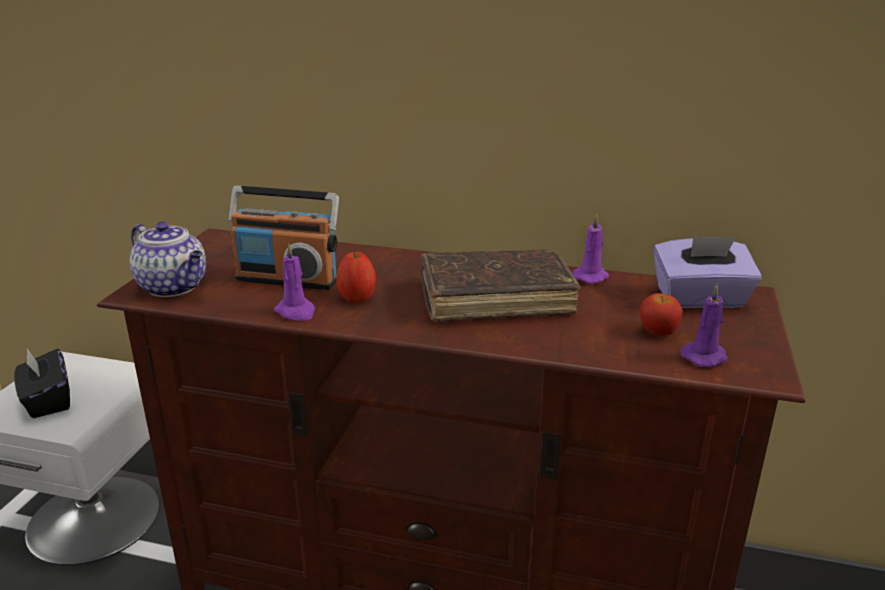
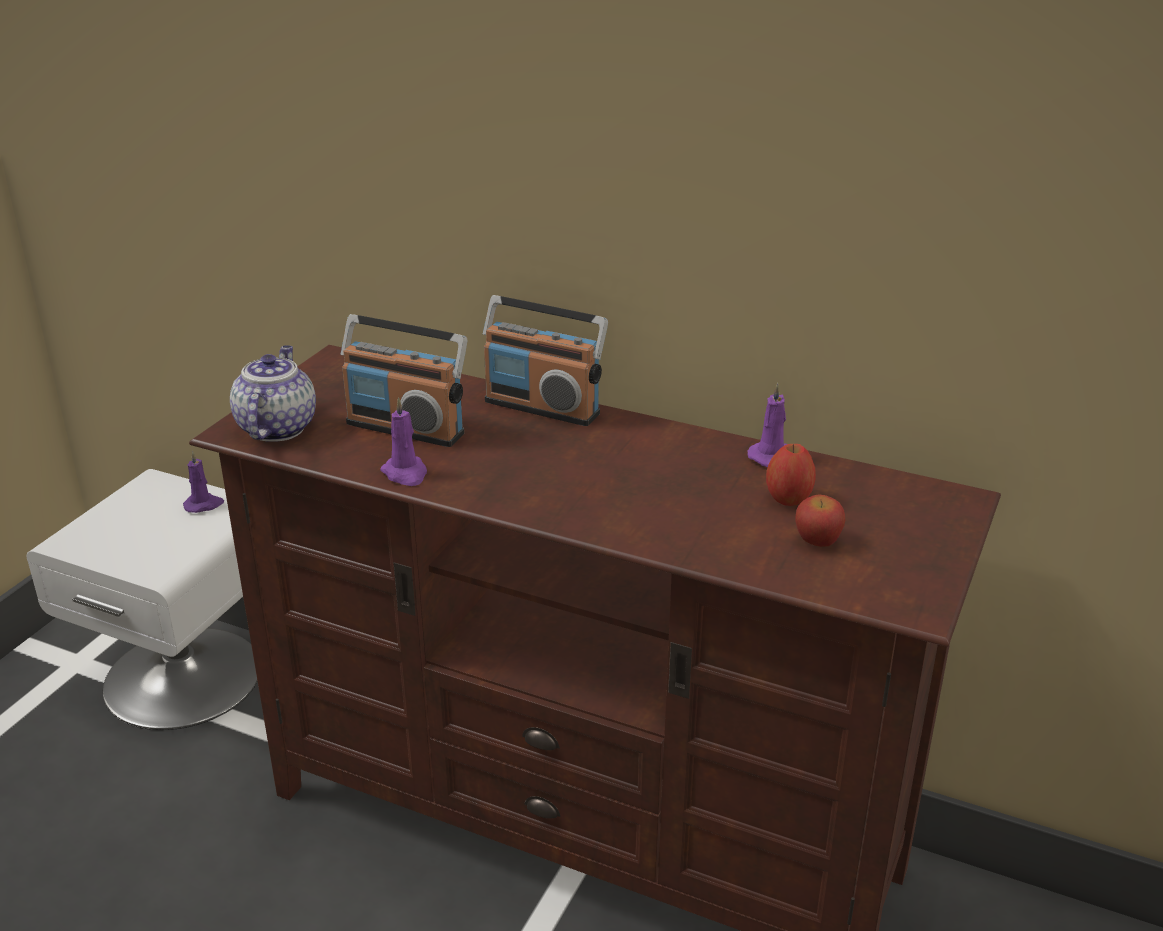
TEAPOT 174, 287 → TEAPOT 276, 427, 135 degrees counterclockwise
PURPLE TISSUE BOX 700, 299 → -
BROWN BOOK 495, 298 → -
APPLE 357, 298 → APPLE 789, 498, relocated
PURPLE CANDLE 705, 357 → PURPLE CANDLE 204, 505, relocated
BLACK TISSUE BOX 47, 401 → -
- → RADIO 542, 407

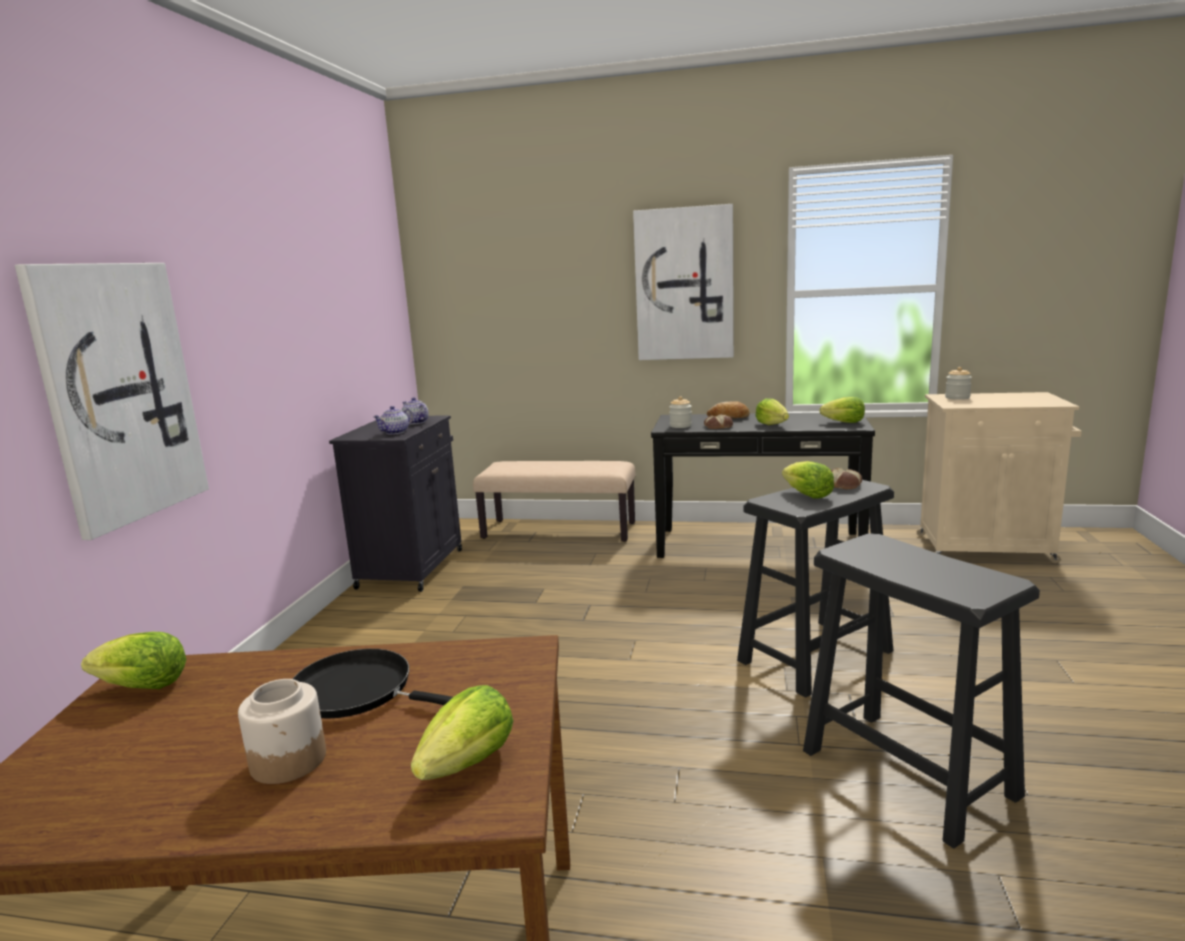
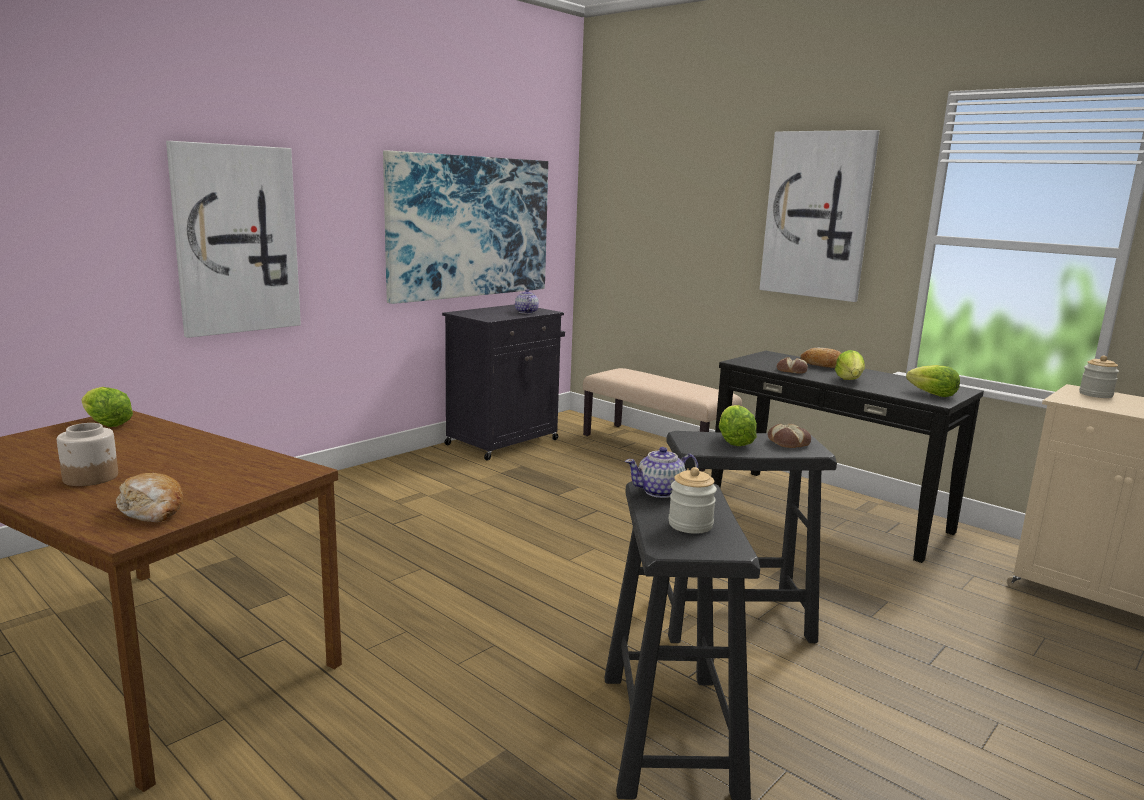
JAR 680, 426 → JAR 690, 525, relocated
TEAPOT 395, 432 → TEAPOT 661, 492, relocated
BLACK FRYING PAN 360, 692 → -
LETTUCE 469, 763 → BREAD 153, 510
- → PICTURE 470, 227

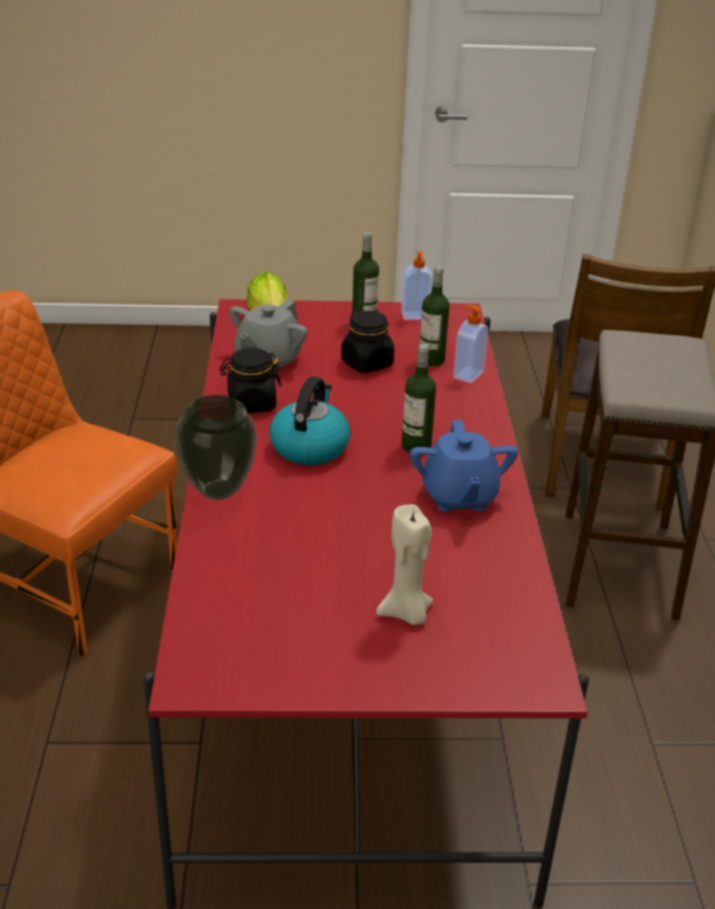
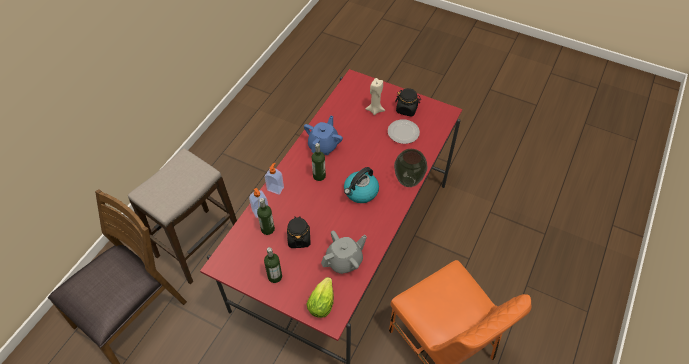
SOAP DISPENSER 415, 316 → SOAP DISPENSER 275, 188, relocated
BLACK JAR 251, 403 → BLACK JAR 407, 109, relocated
- → PLATE 403, 133

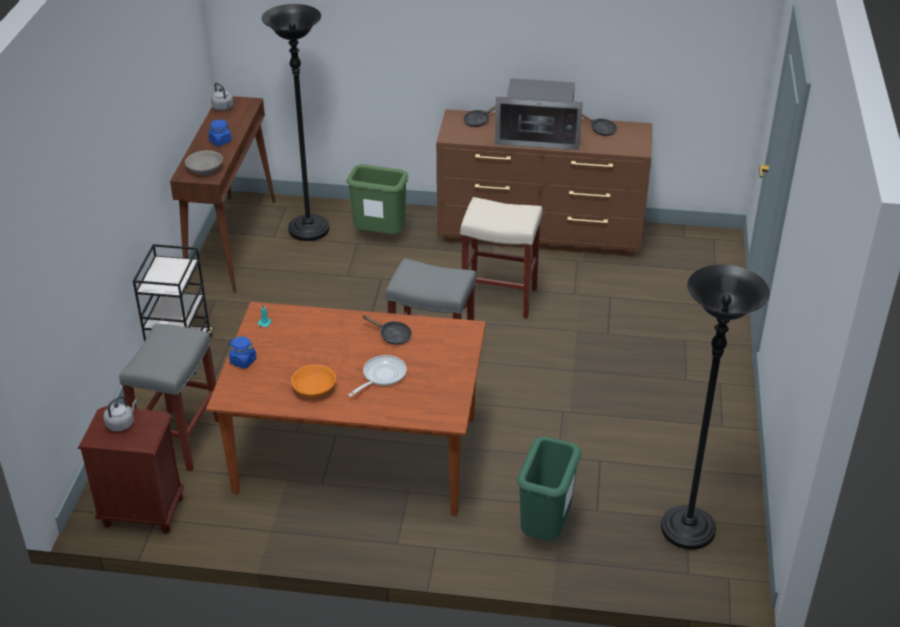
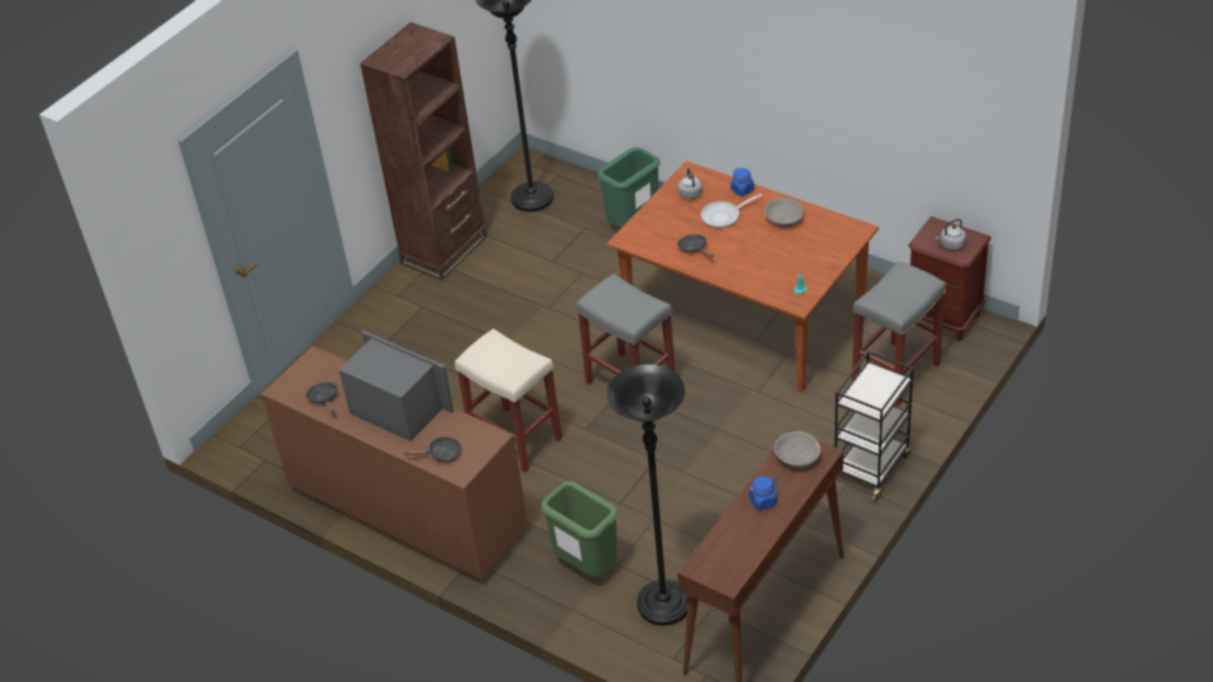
GREY KETTLE 223, 108 → GREY KETTLE 690, 193, relocated
BLUE JAR 243, 361 → BLUE JAR 742, 190, relocated
ORANGE BOWL 314, 389 → GREY BOWL 784, 219
- → BROWN BOOKCASE 444, 250

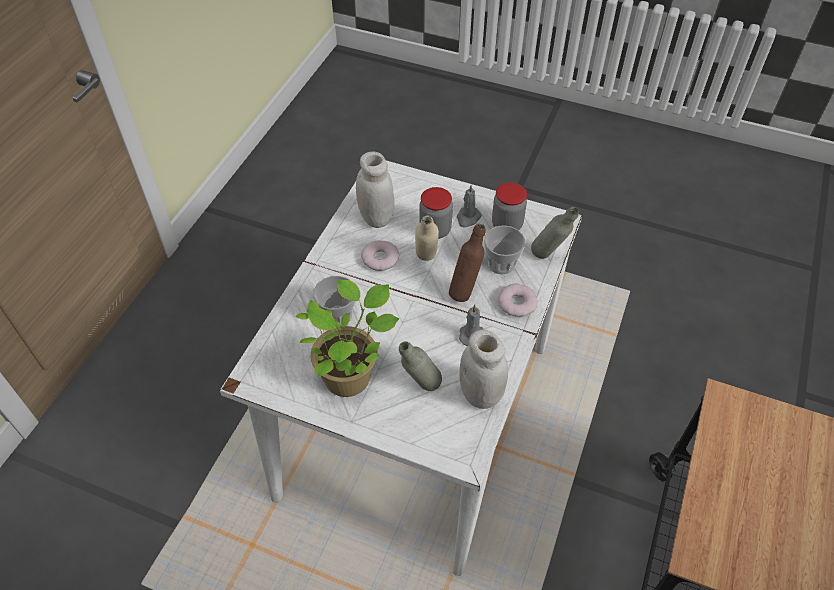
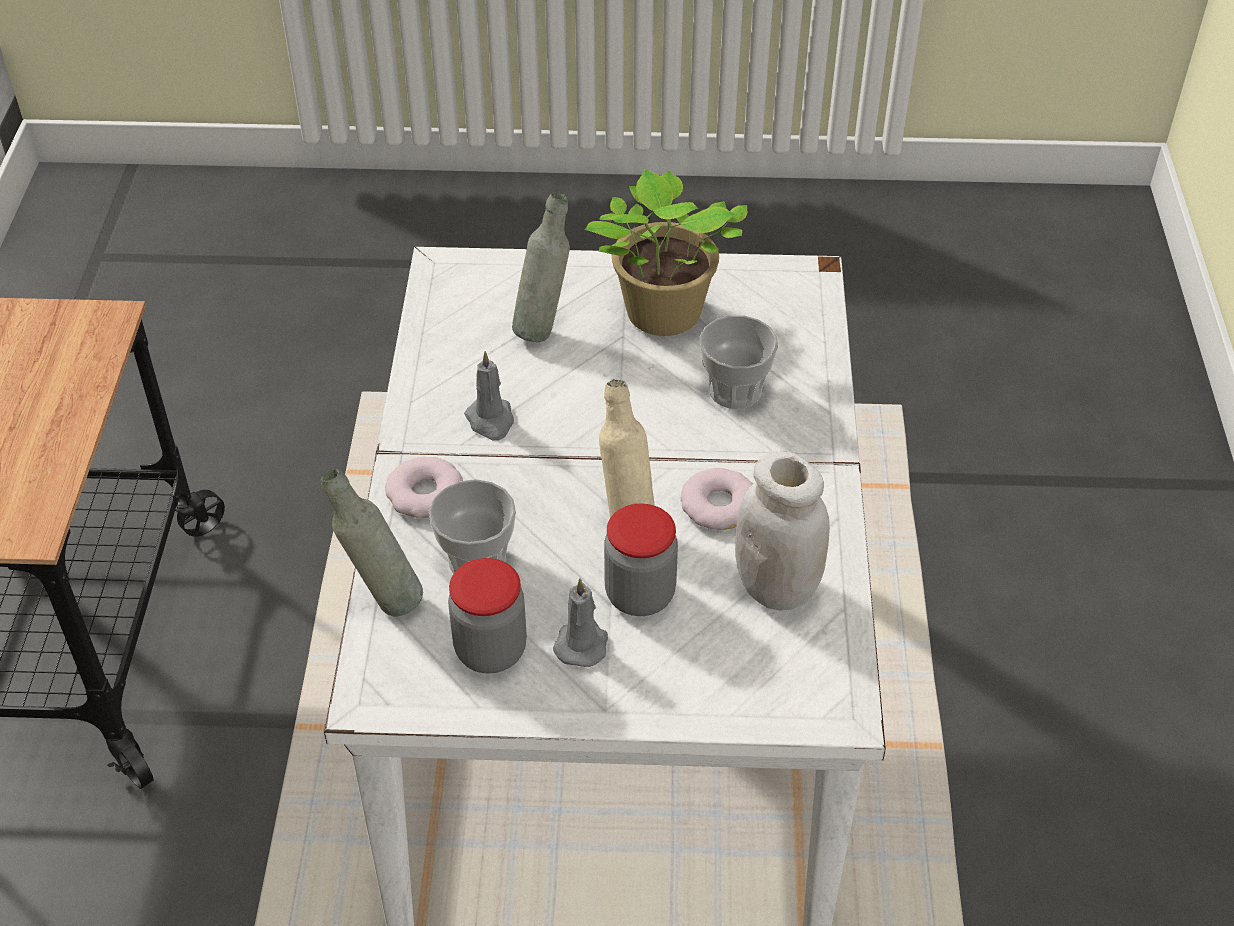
BROWN BOTTLE 465, 291 → -
WHITE JAR 481, 394 → -

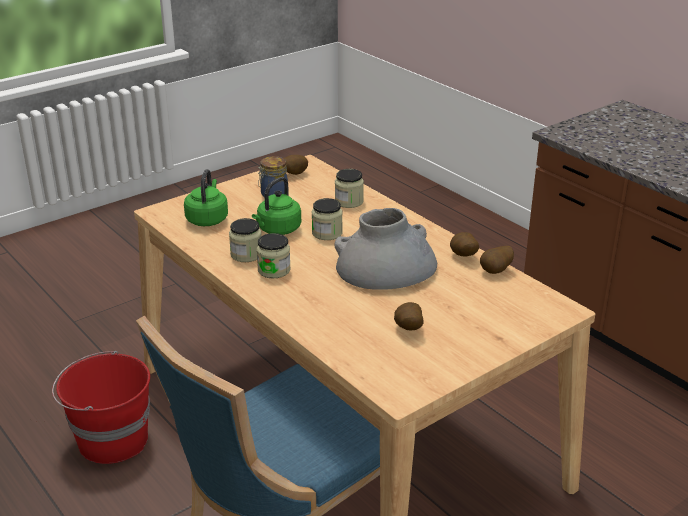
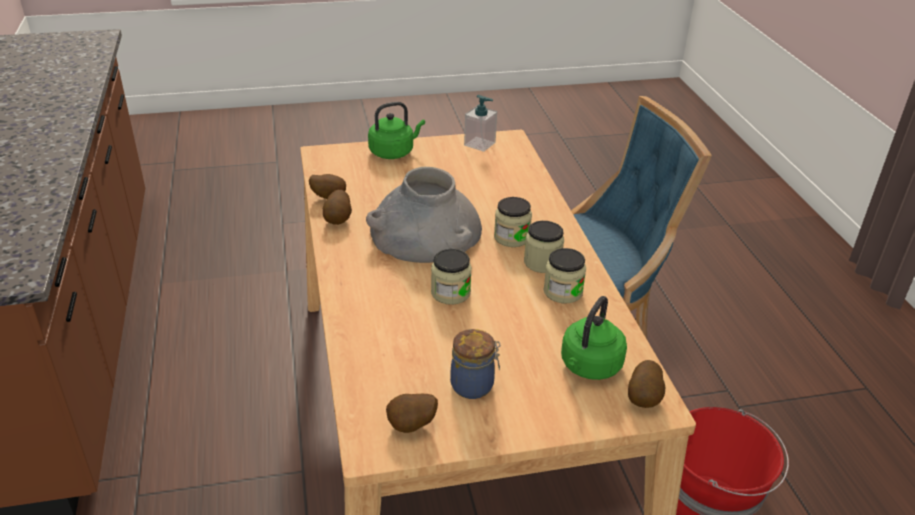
JAR 349, 201 → JAR 511, 237, relocated
GREEN KETTLE 277, 230 → GREEN KETTLE 393, 152, relocated
POTATO 408, 329 → POTATO 644, 399, relocated
- → SOAP DISPENSER 480, 144

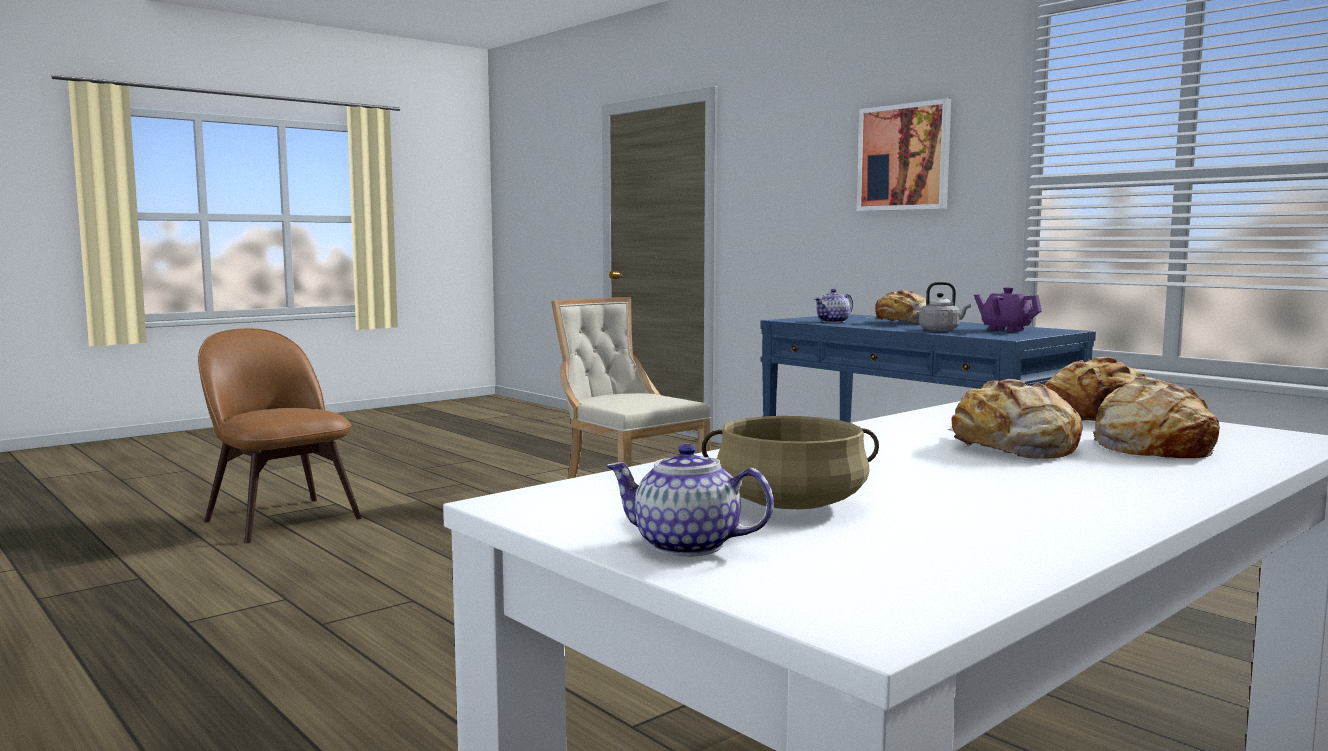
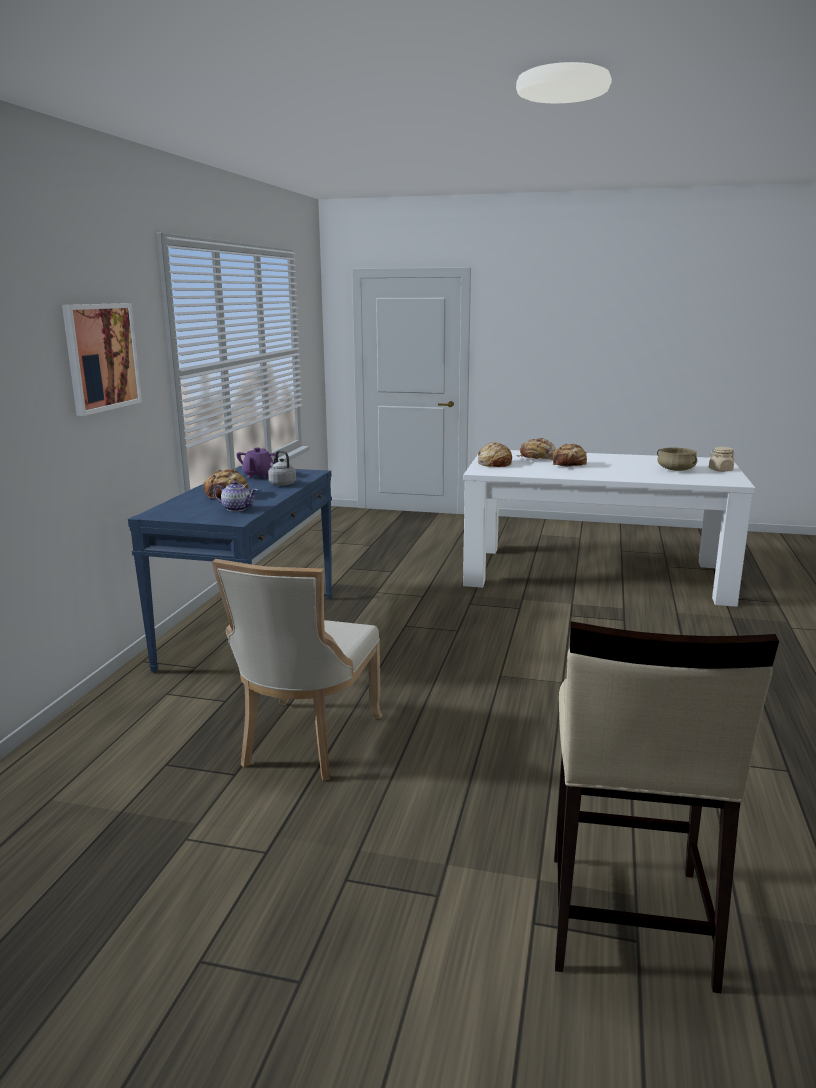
BROWN CHAIR 280, 518 → BEIGE STOOL 627, 919
TEAPOT 685, 546 → BEIGE JAR 720, 470

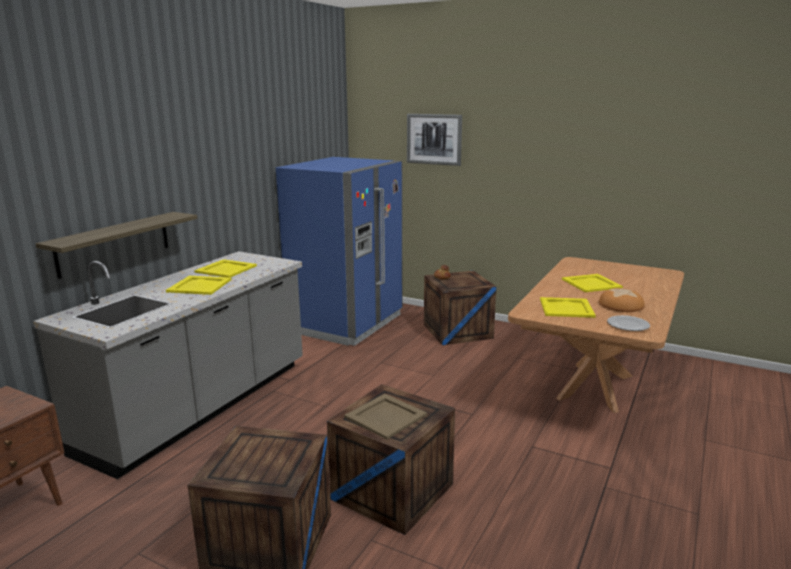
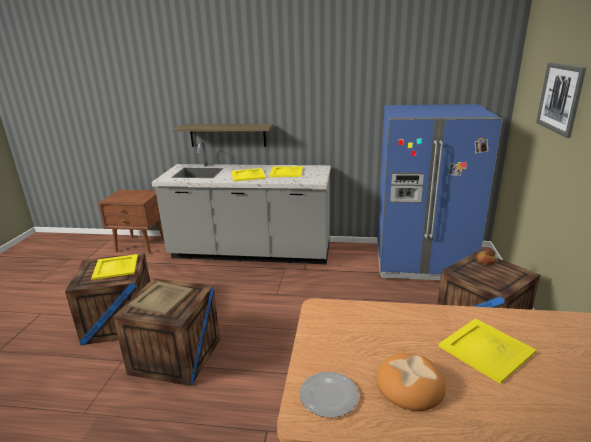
YELLOW TRAY 566, 308 → YELLOW TRAY 116, 267, relocated

